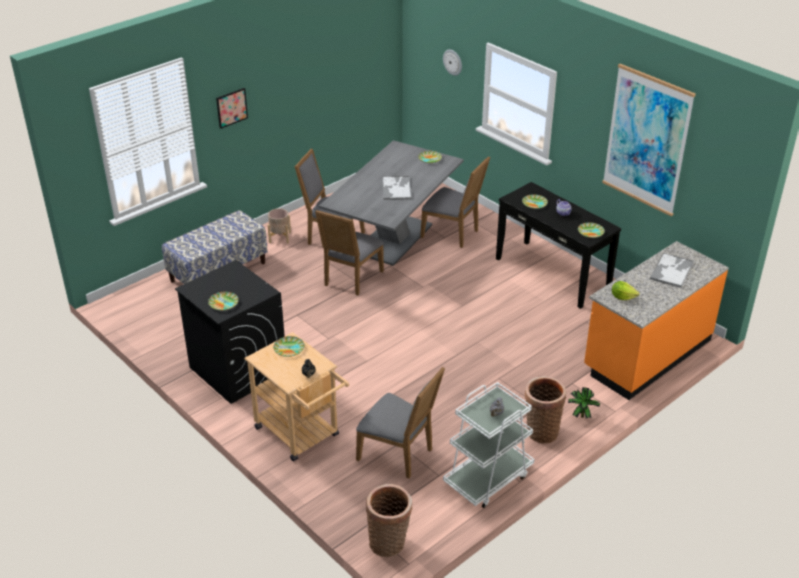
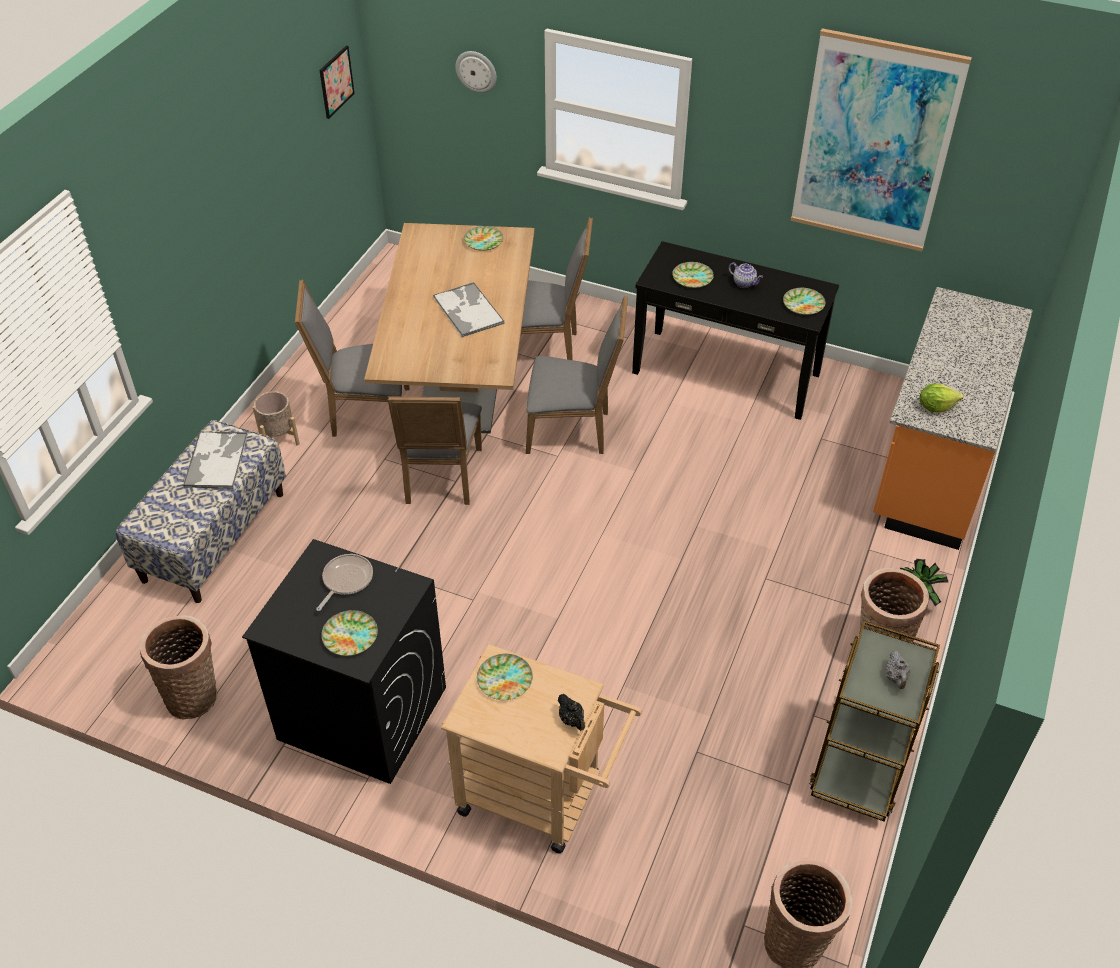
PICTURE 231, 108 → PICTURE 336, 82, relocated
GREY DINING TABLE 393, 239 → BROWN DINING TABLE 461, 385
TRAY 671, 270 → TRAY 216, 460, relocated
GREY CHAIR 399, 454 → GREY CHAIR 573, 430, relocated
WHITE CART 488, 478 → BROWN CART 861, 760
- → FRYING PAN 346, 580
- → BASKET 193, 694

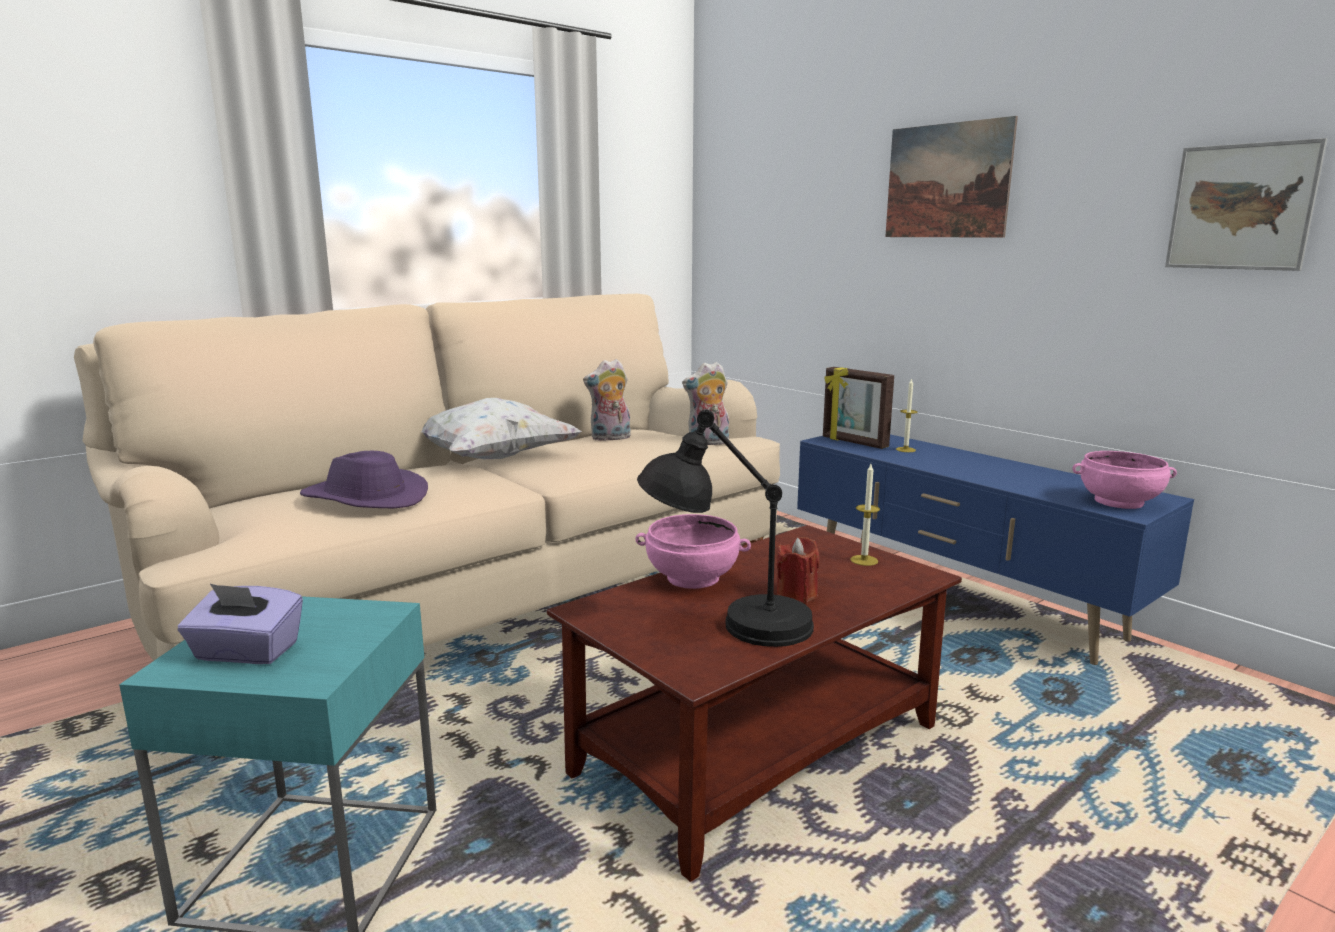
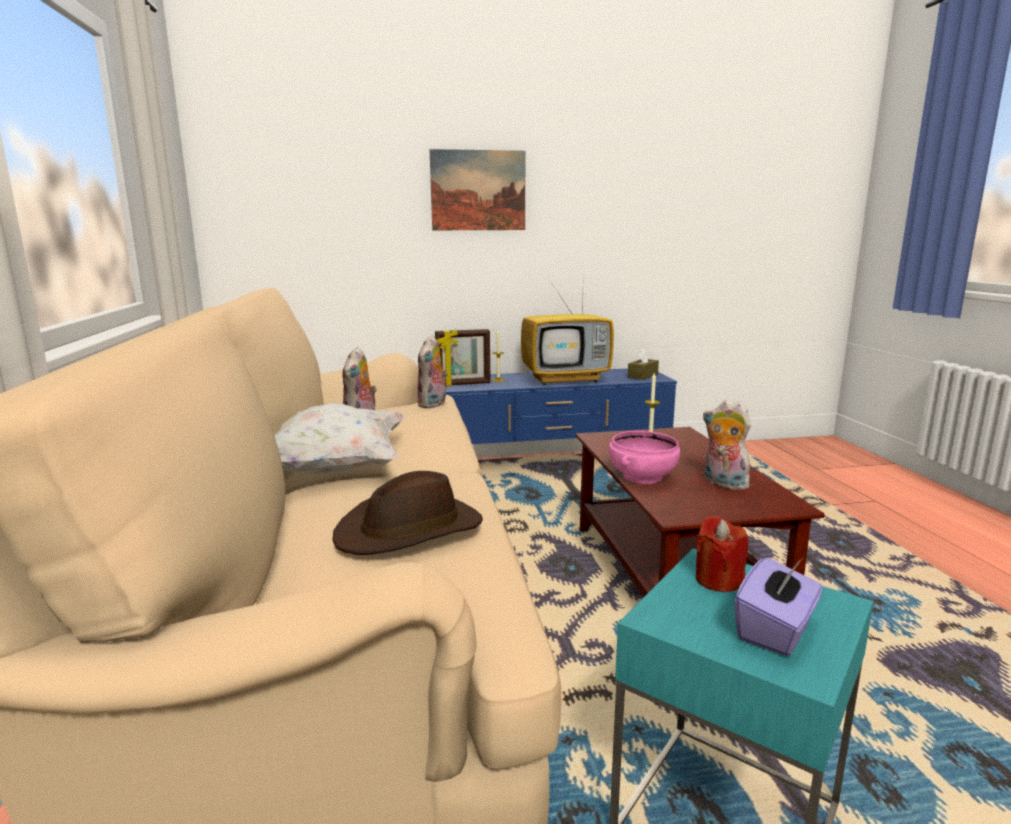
PICTURE 1241, 207 → -
BLACK TABLE LAMP 727, 623 → PLUSH TOY 723, 484
PURPLE HAT 364, 498 → BROWN HAT 410, 530
PINK BOWL 1119, 502 → BROWN TISSUE BOX 642, 376
RED CANDLE 796, 594 → RED CANDLE 718, 580, relocated
- → TELEVISION 566, 379

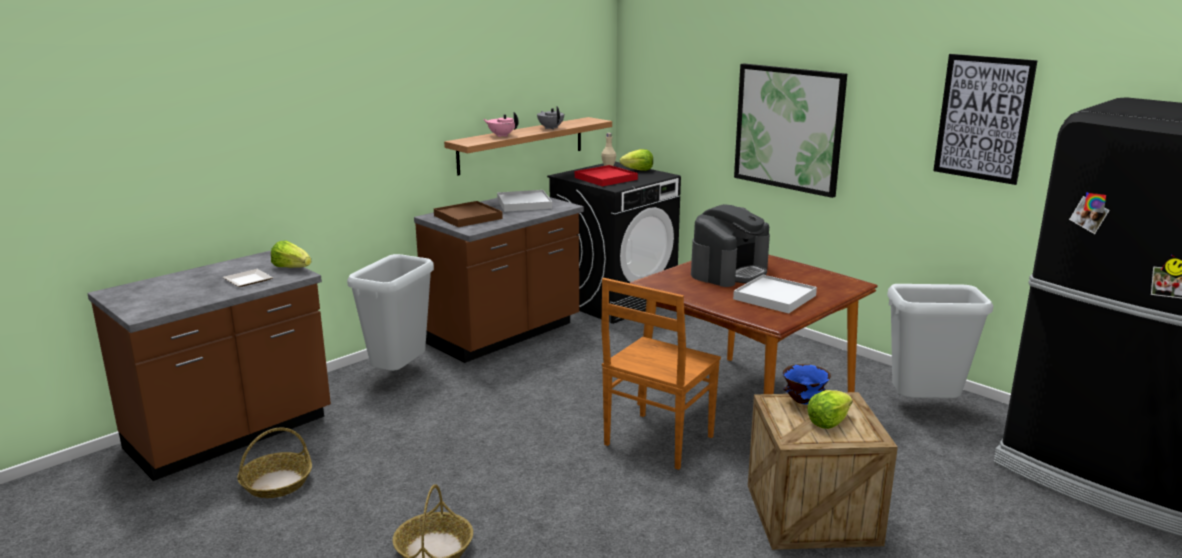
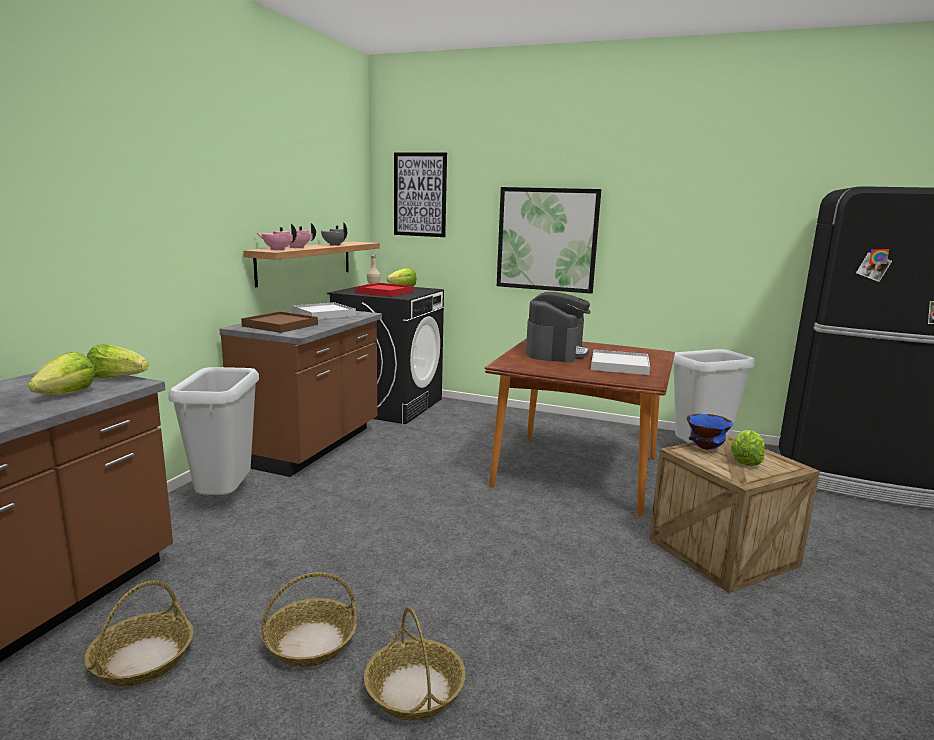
PICTURE 983, 118 → PICTURE 420, 195, relocated
PLATE 250, 280 → LETTUCE 67, 394
BROWN CHAIR 657, 442 → -
- → PINK TEAPOT 277, 249
- → BASKET 311, 642

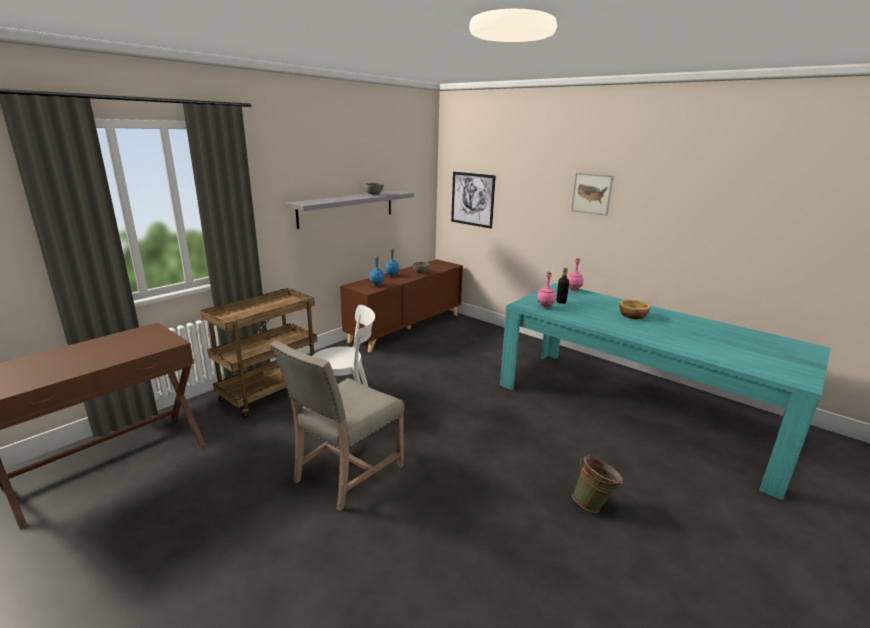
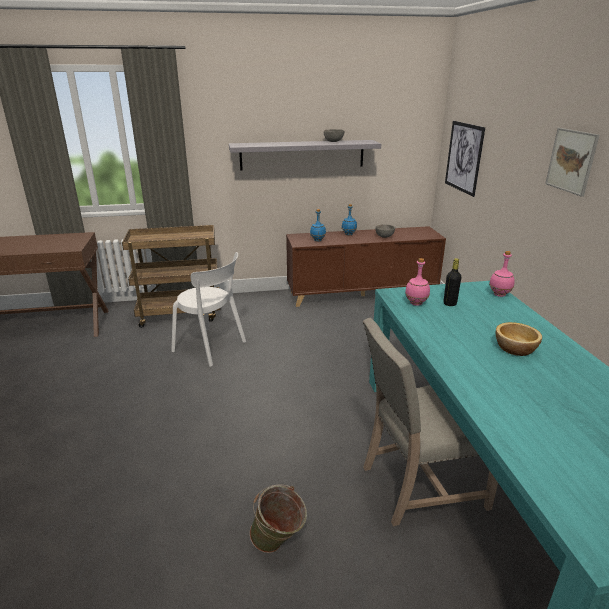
BEIGE CHAIR 345, 474 → BEIGE CHAIR 419, 485, relocated

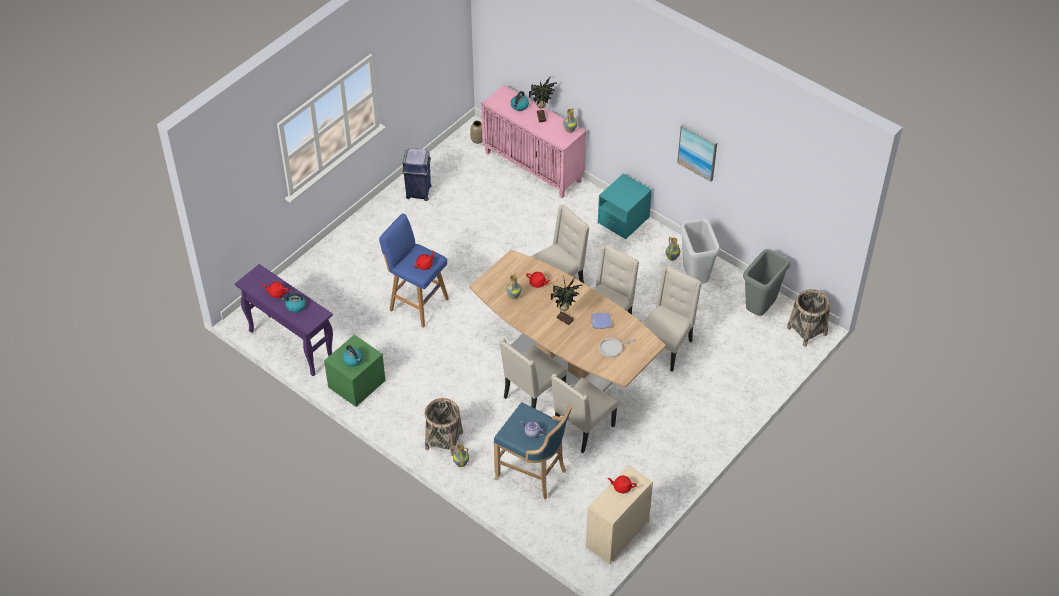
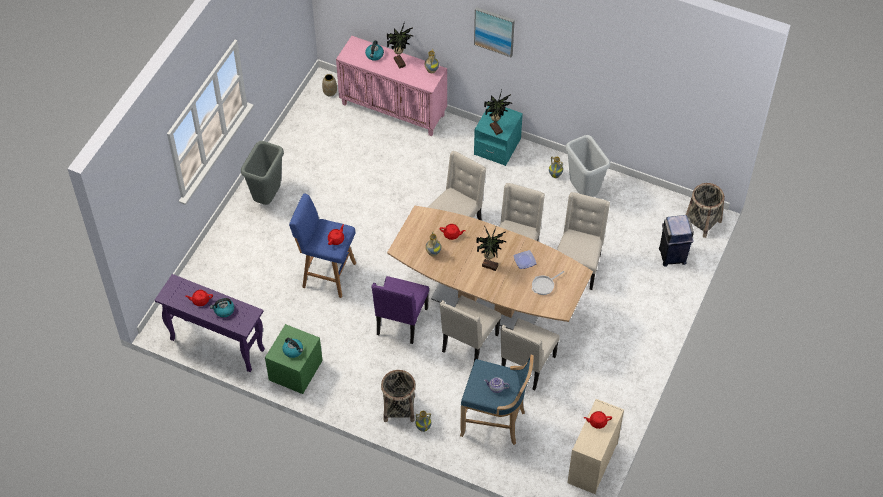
PICTURE 698, 151 → PICTURE 494, 31, relocated
BLUE TRASH CAN 418, 192 → BLUE TRASH CAN 672, 256, relocated
GREY TRASH CAN 759, 309 → GREY TRASH CAN 267, 197, relocated
- → POTTED PLANT 496, 128
- → PURPLE CHAIR 401, 322

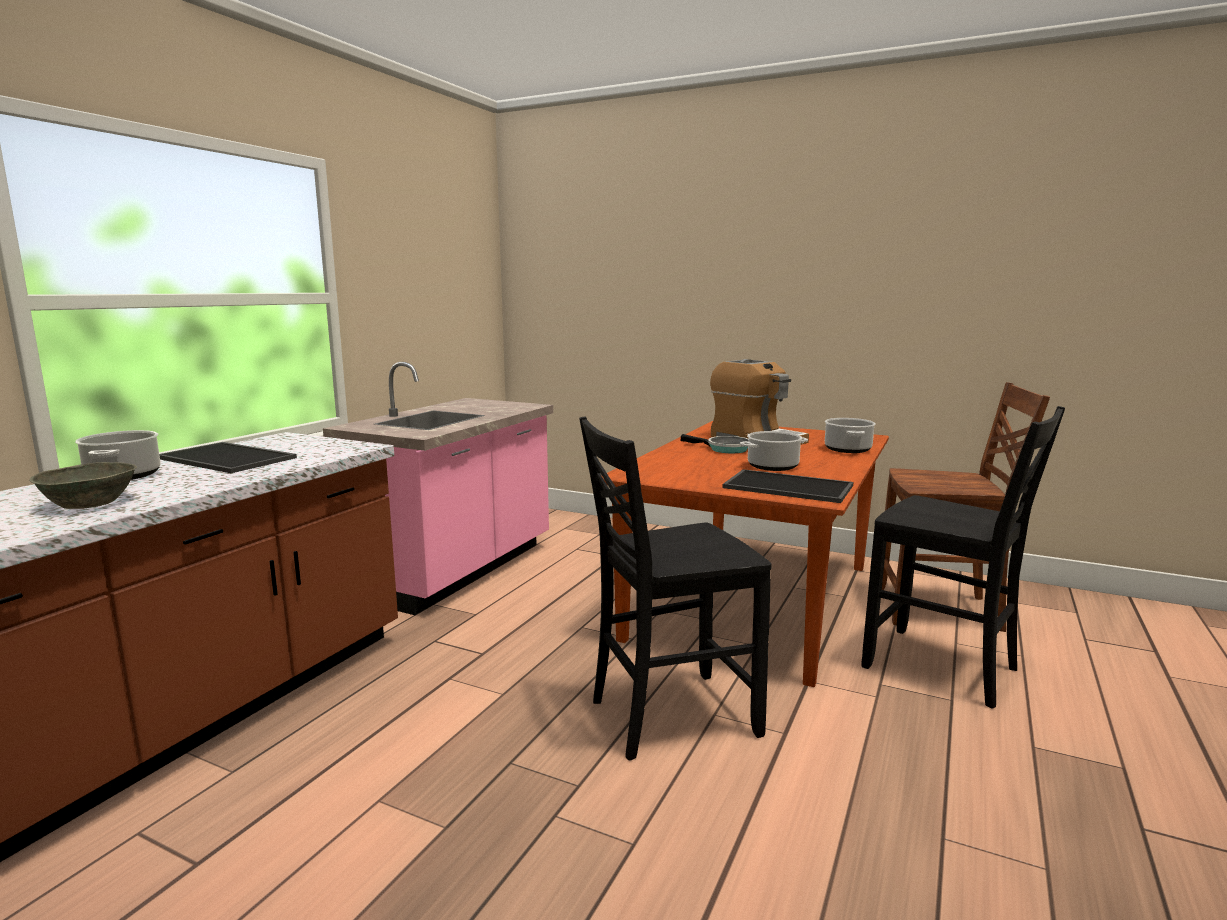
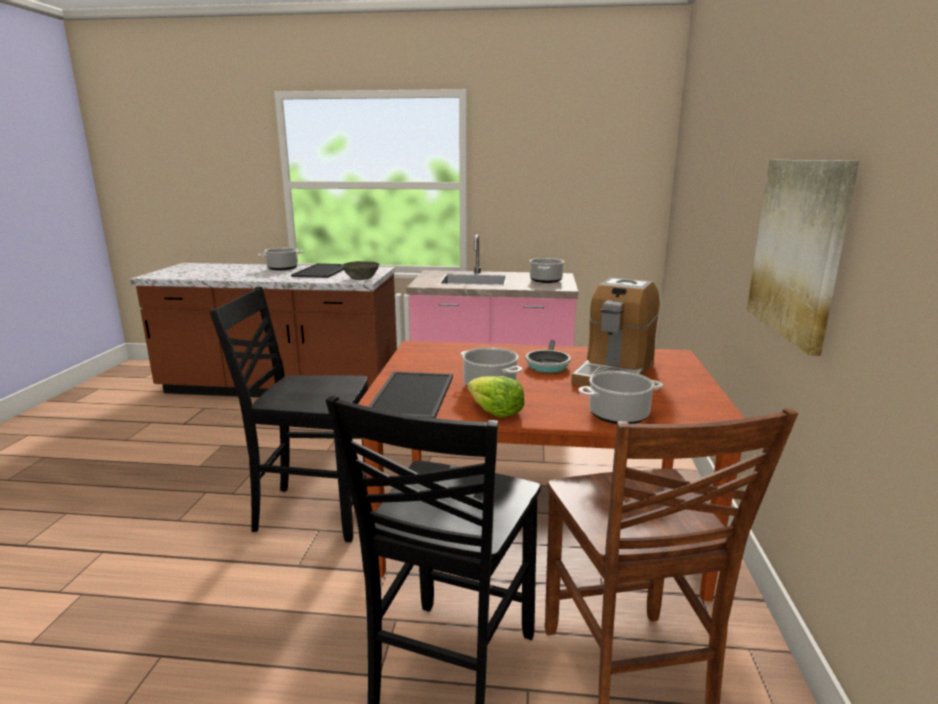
BLACK CHAIR 669, 716 → BLACK CHAIR 313, 511, 45 degrees counterclockwise
GREY BOWL 89, 503 → GREY BOWL 361, 278, relocated
- → PICTURE 798, 249
- → COOKING POT 545, 280
- → LETTUCE 495, 412

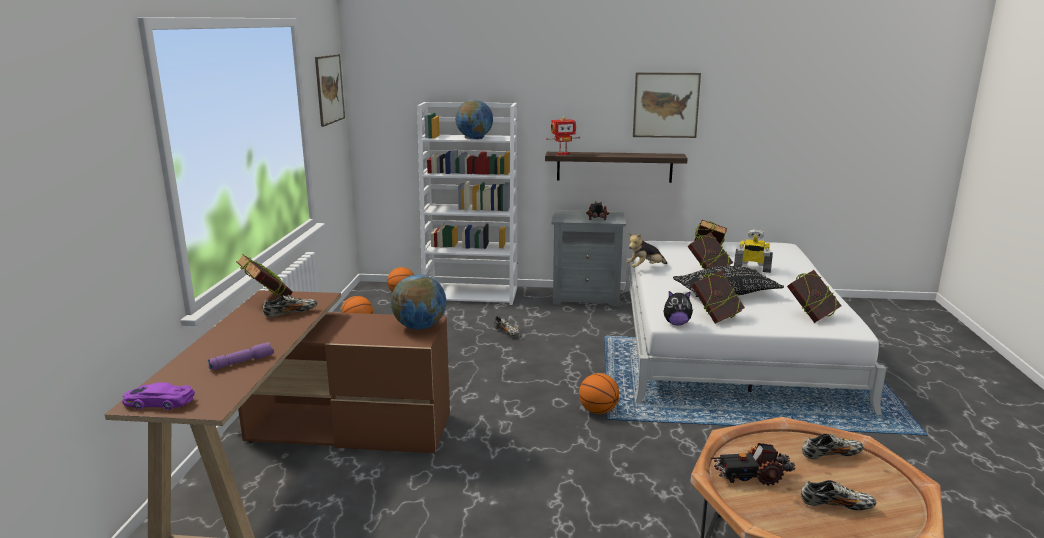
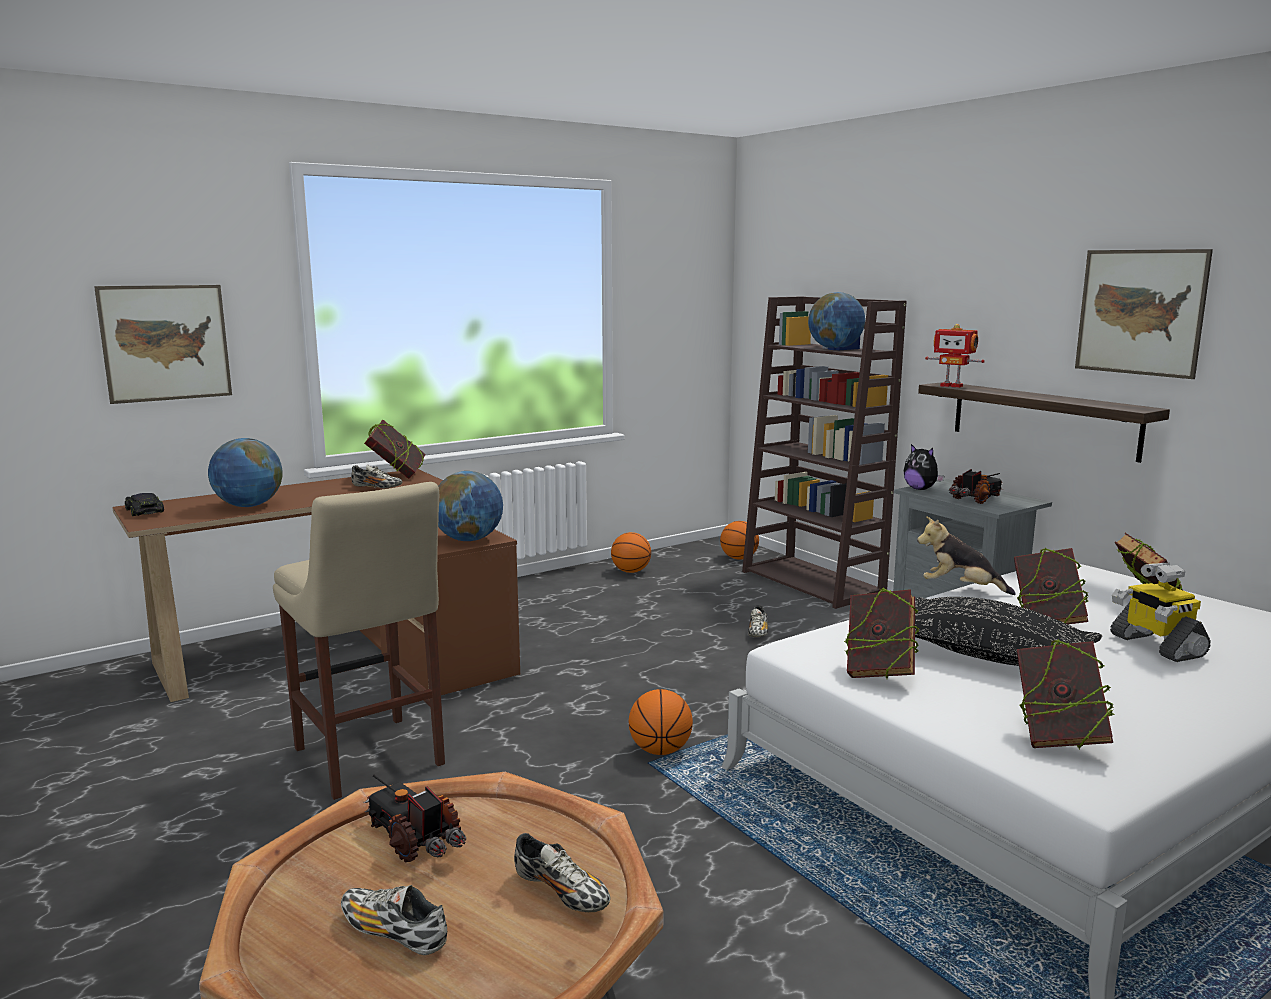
PICTURE 329, 89 → PICTURE 166, 343, relocated
WHITE BOOKCASE 472, 294 → BROWN BOOKCASE 814, 583
PLUSH TOY 676, 323 → PLUSH TOY 920, 489, relocated
PURPLE FLASHLIGHT 242, 362 → GLOBE 249, 506
PURPLE TOY CAR 159, 402 → BLACK TOY CAR 145, 510
SHOE 836, 505 → SHOE 393, 933, 150 degrees clockwise
- → BEIGE STOOL 371, 760

